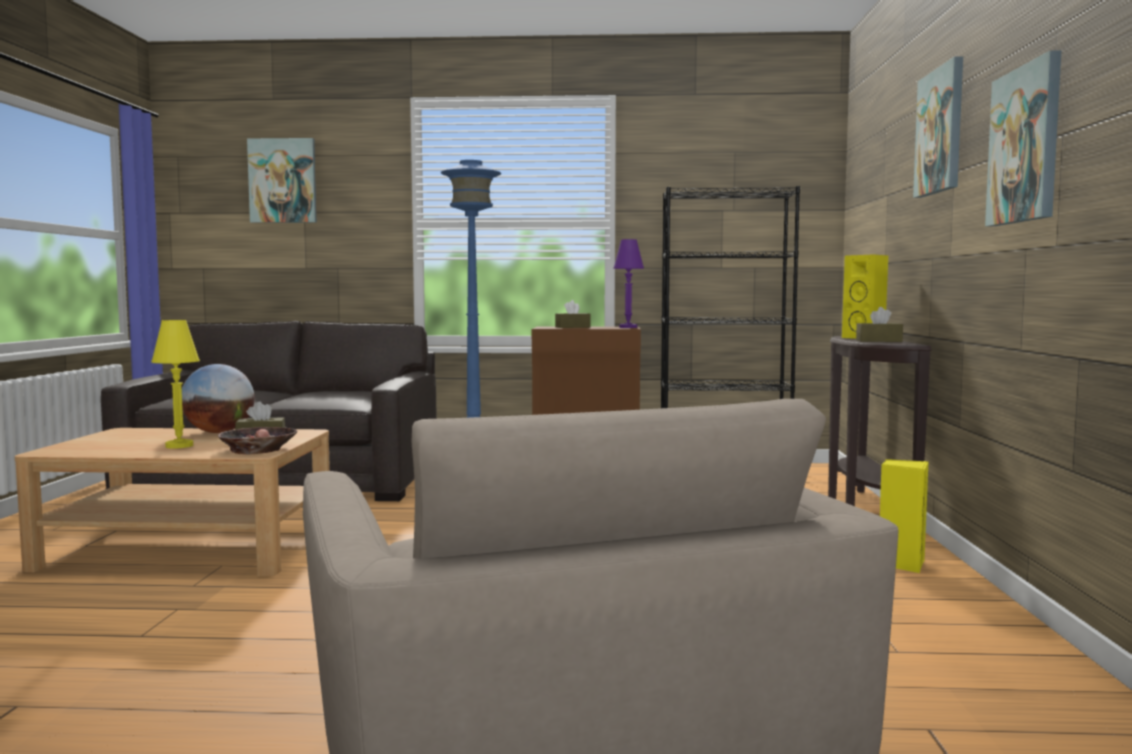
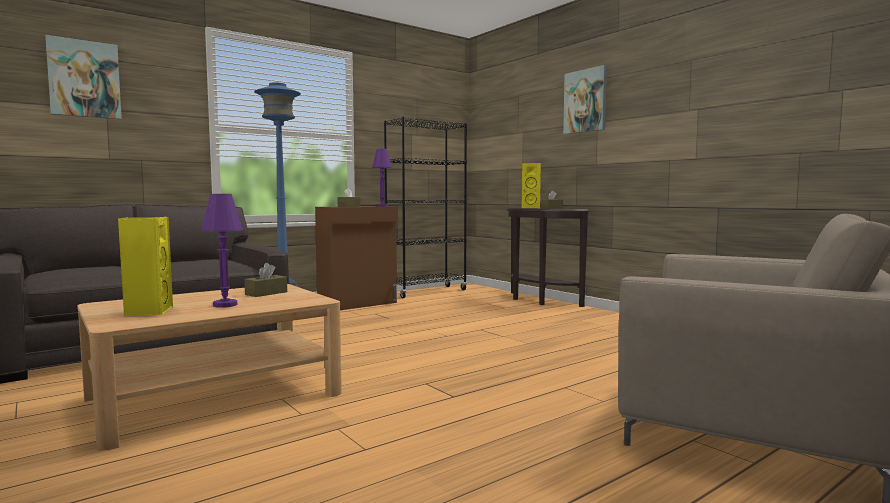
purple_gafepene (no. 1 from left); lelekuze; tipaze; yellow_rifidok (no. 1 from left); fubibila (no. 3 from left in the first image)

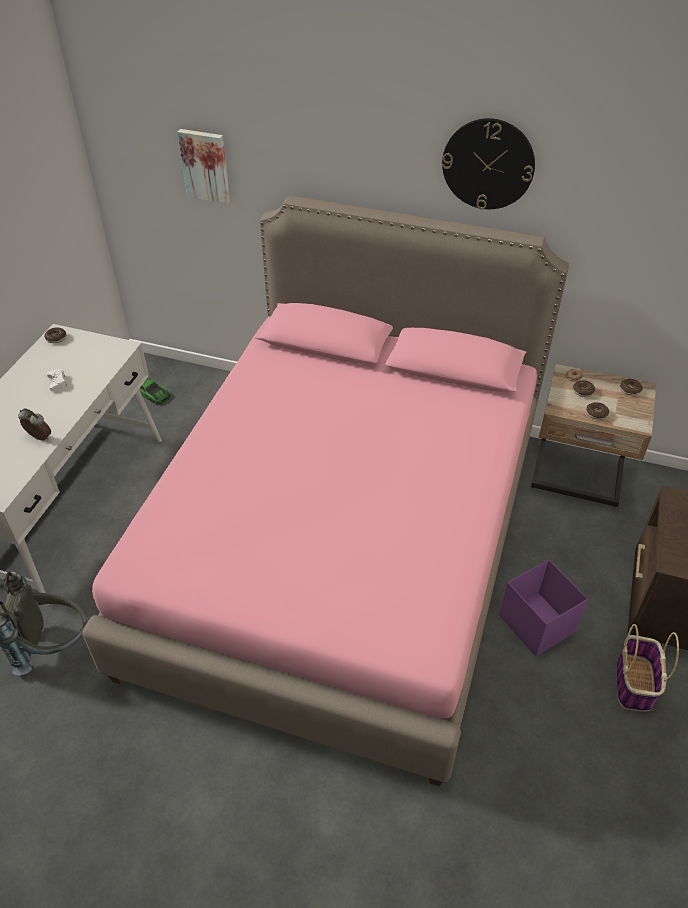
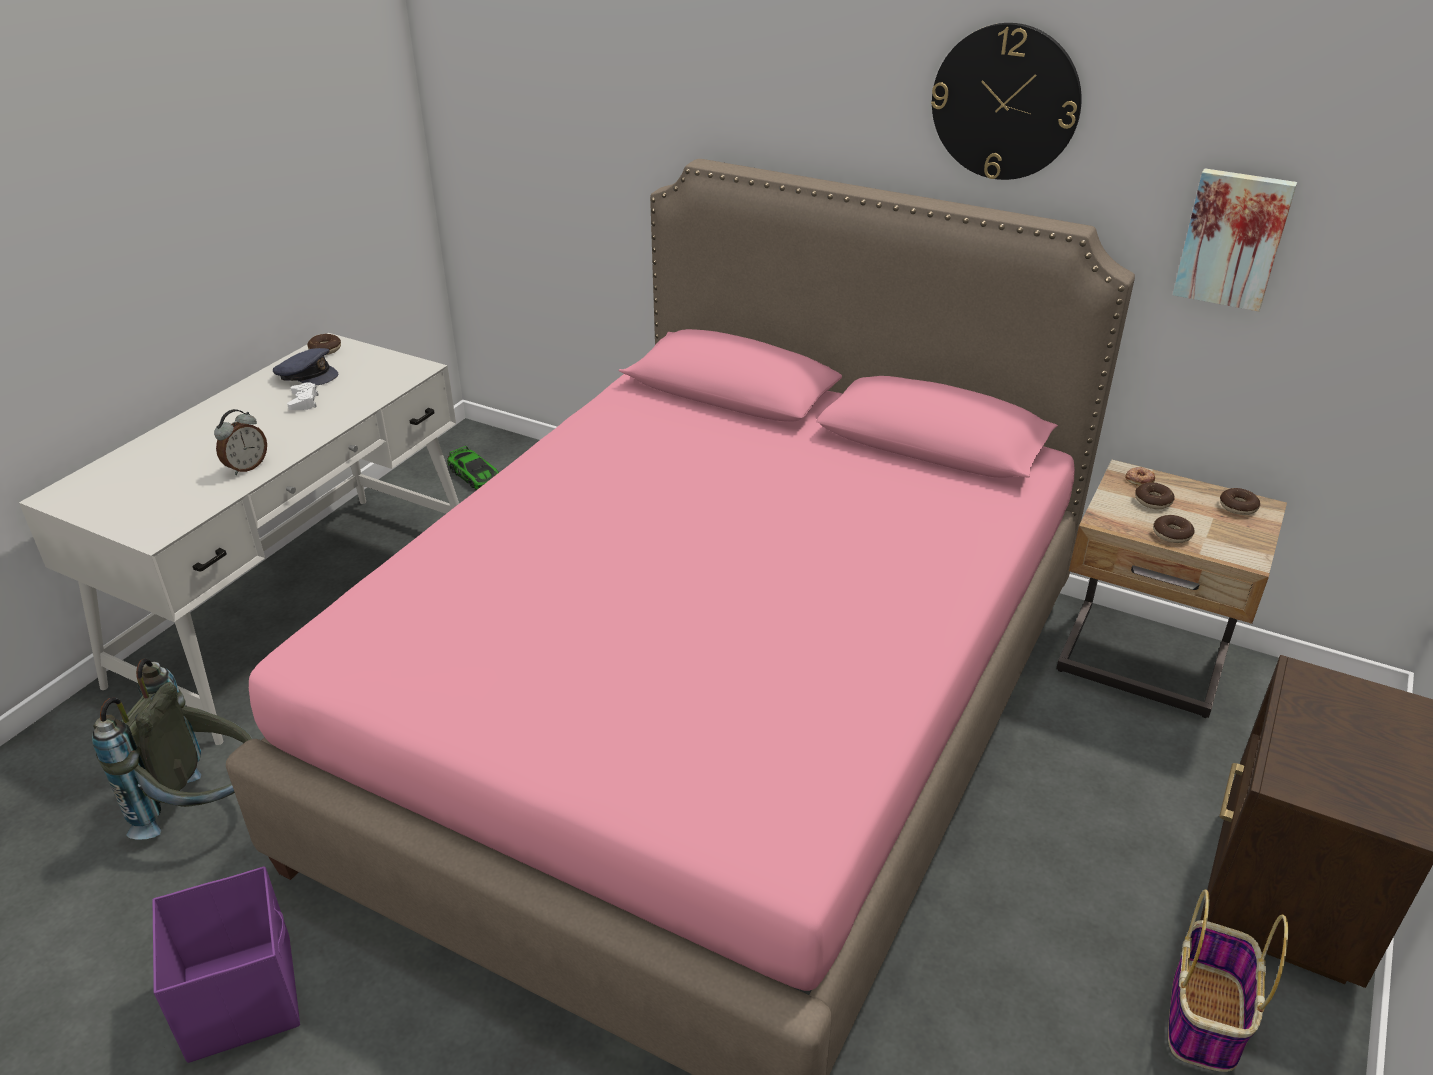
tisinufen; fubibila; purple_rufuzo; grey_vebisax

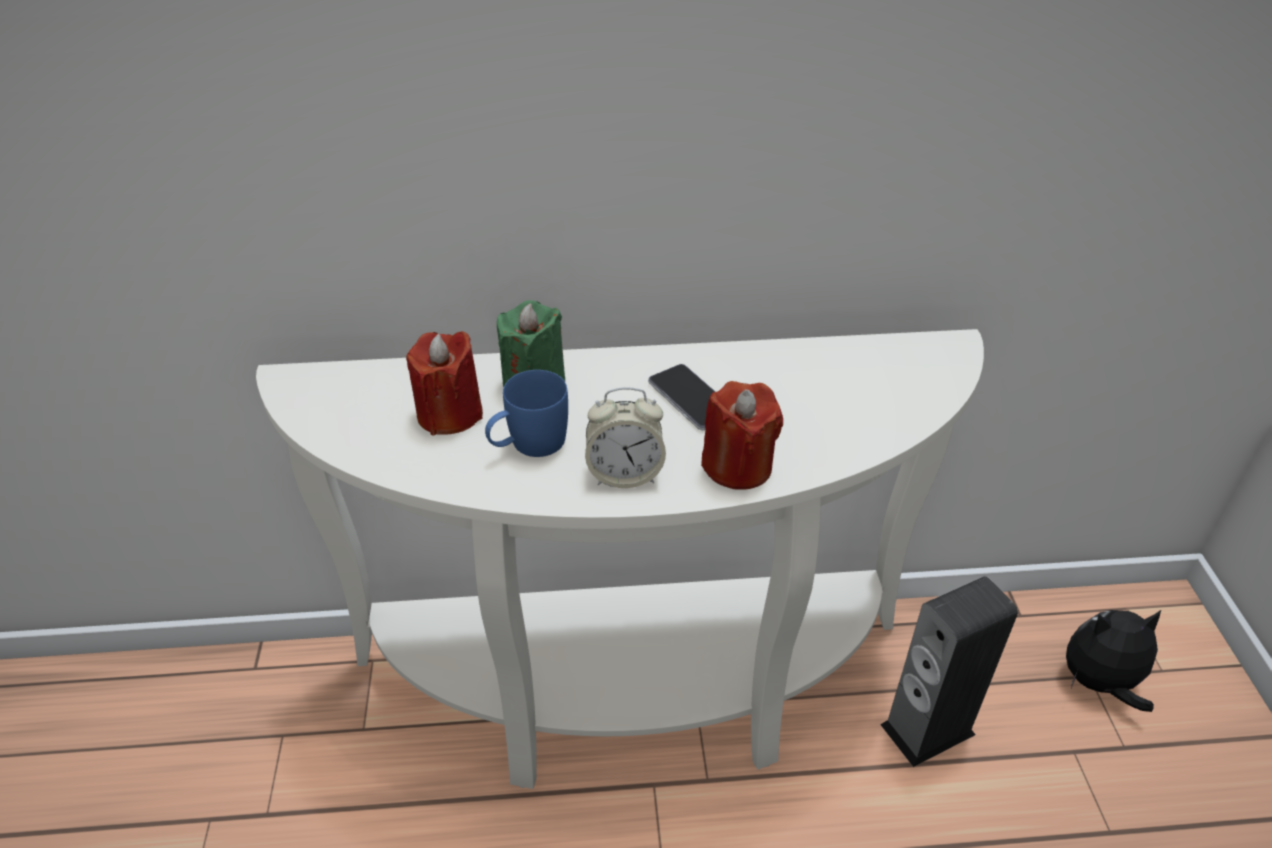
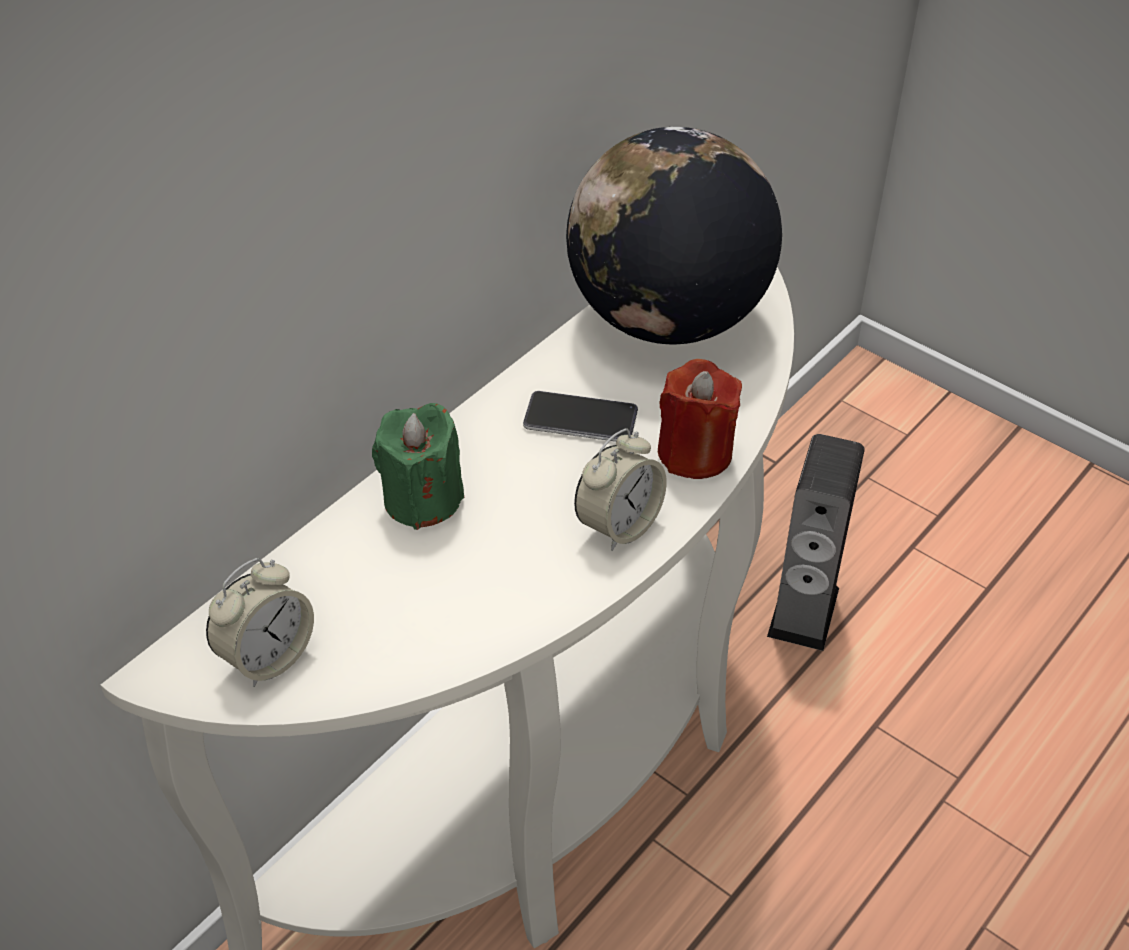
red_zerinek (no. 1 from left in the first image); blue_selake; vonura; tisinufen (no. 1 from left); lelekuze

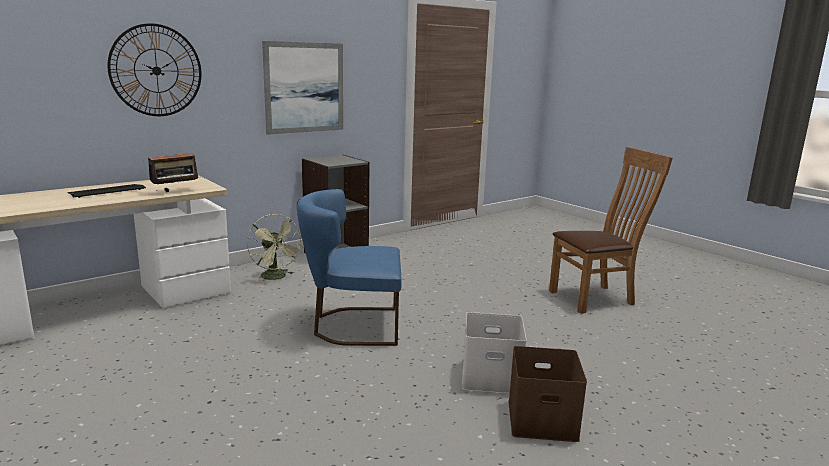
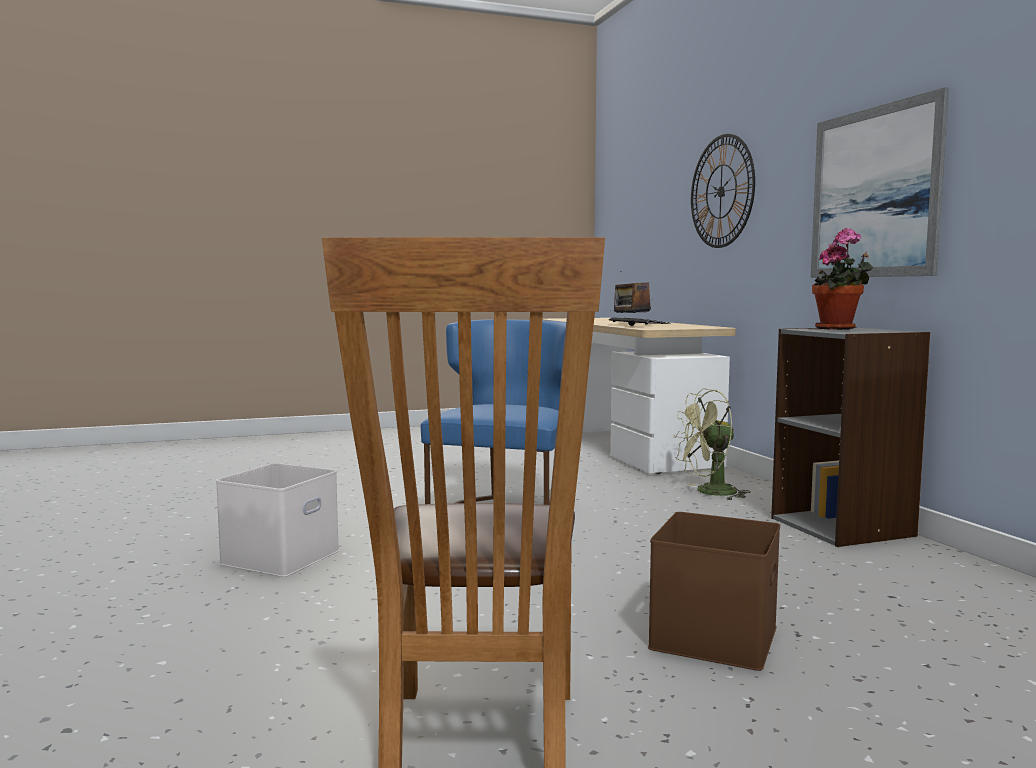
brown_rufuzo; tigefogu

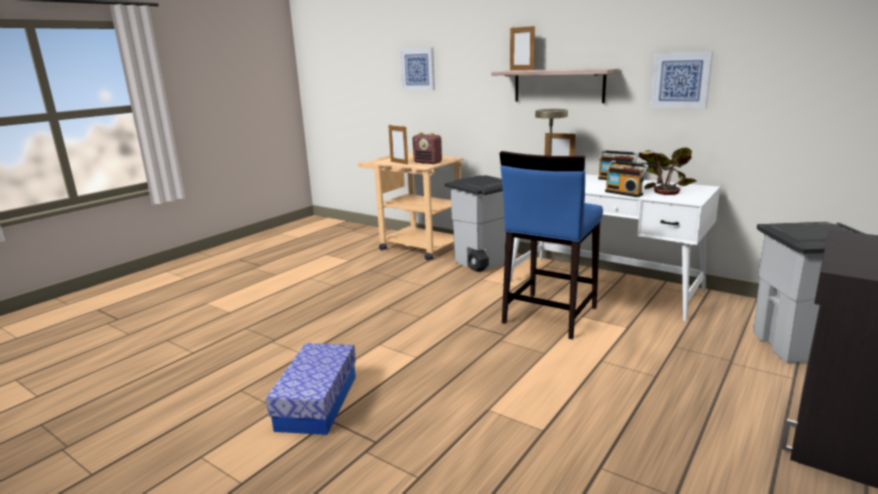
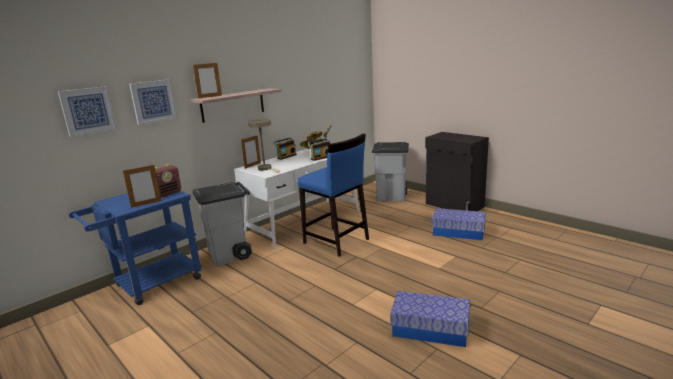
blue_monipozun; fubibila (no. 2 from left); rufuzo (no. 2 from left)

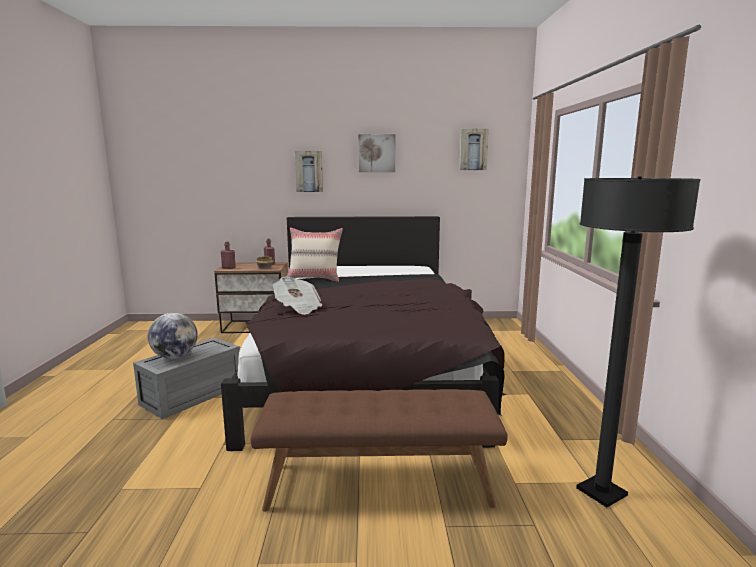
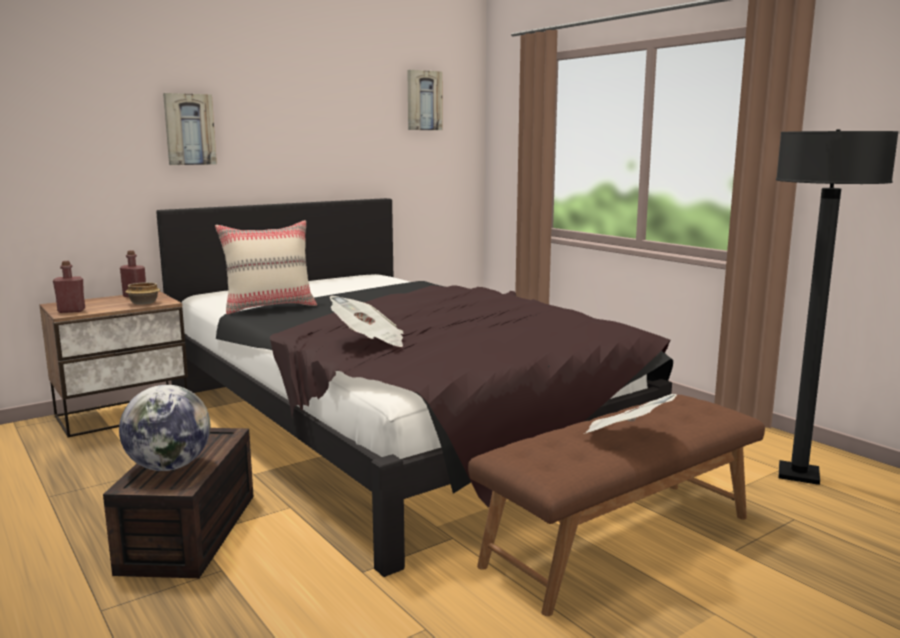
brown_rufuzo; fubibila (no. 2 from left in the first image); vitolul (no. 2 from left)

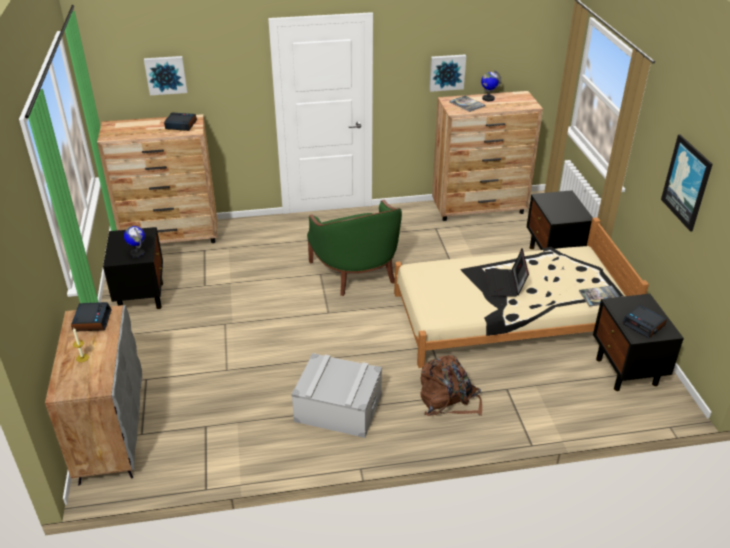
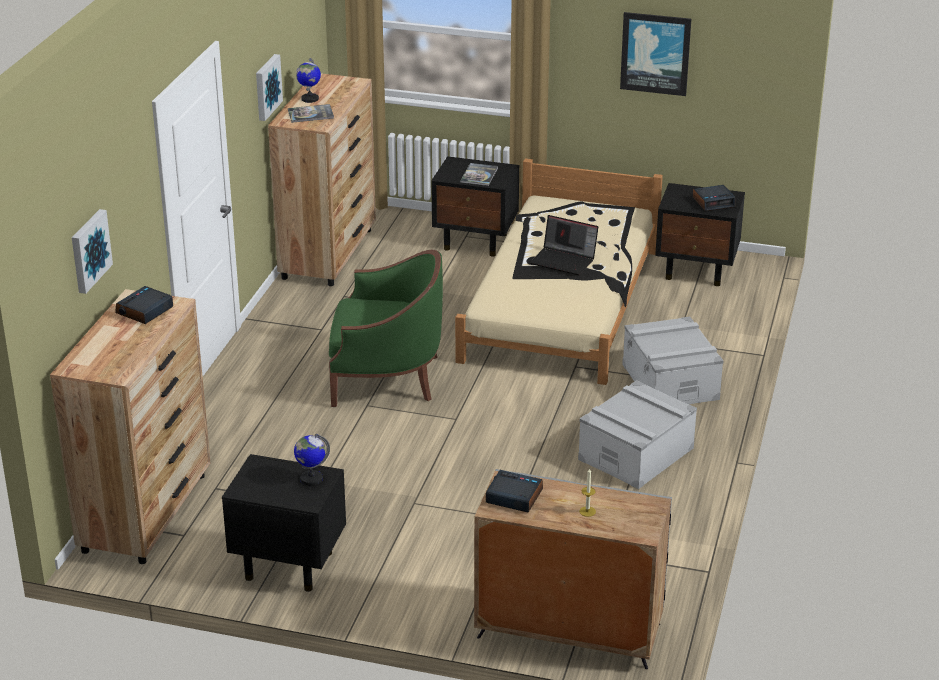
grey_rufuzo (no. 2 from left); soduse (no. 2 from left)

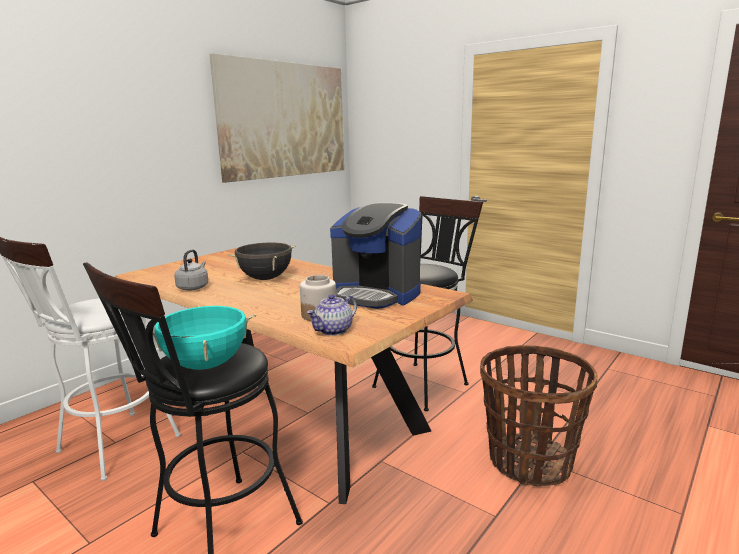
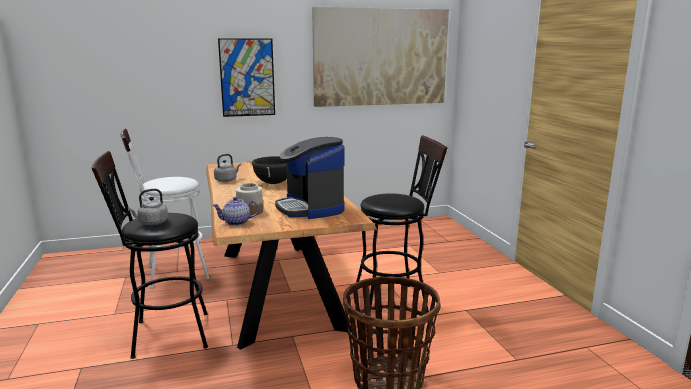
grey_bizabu (no. 1 from left); fubibila (no. 1 from left)

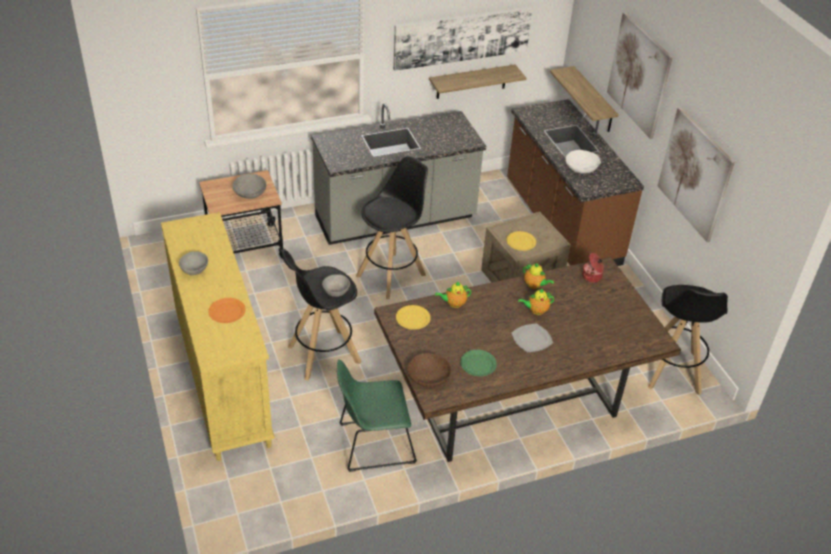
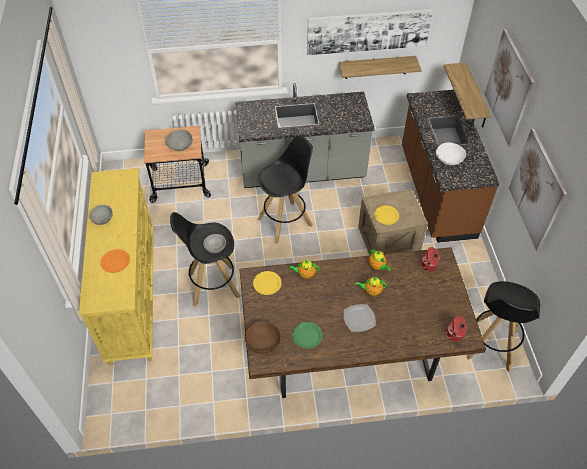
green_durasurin; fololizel (no. 2 from left)

